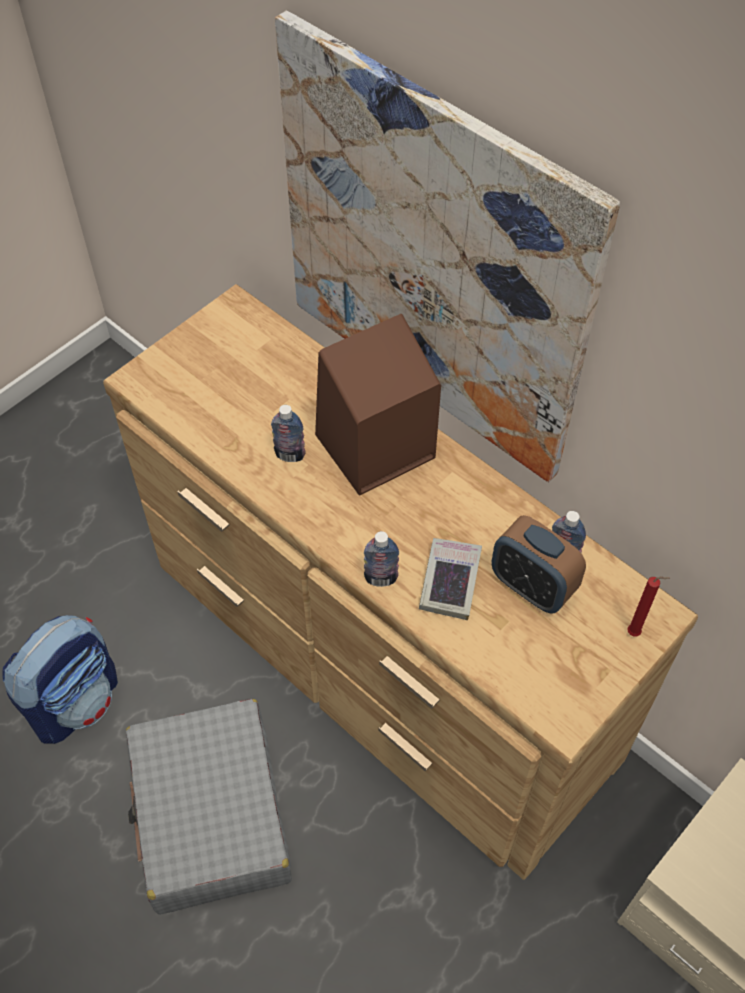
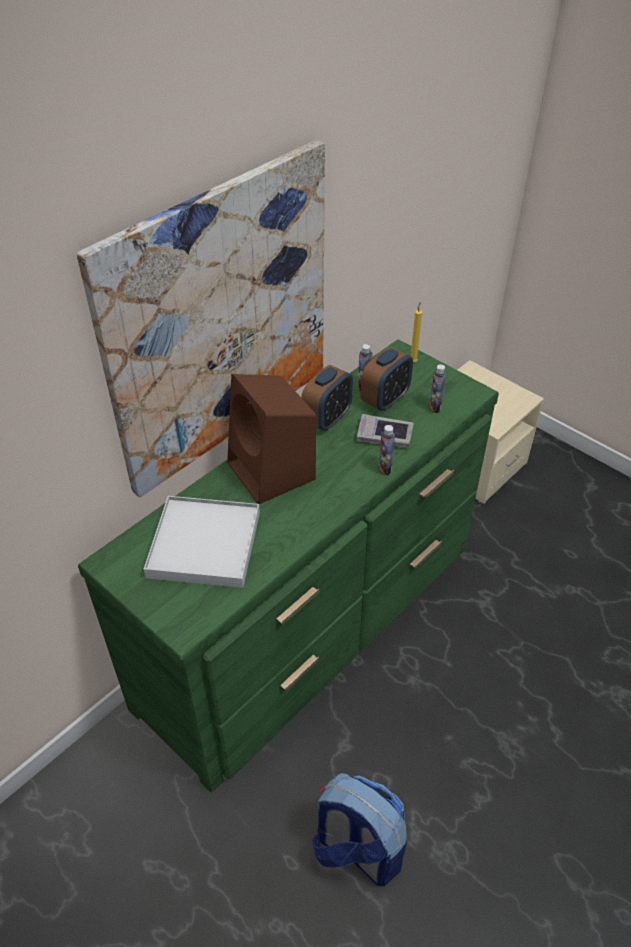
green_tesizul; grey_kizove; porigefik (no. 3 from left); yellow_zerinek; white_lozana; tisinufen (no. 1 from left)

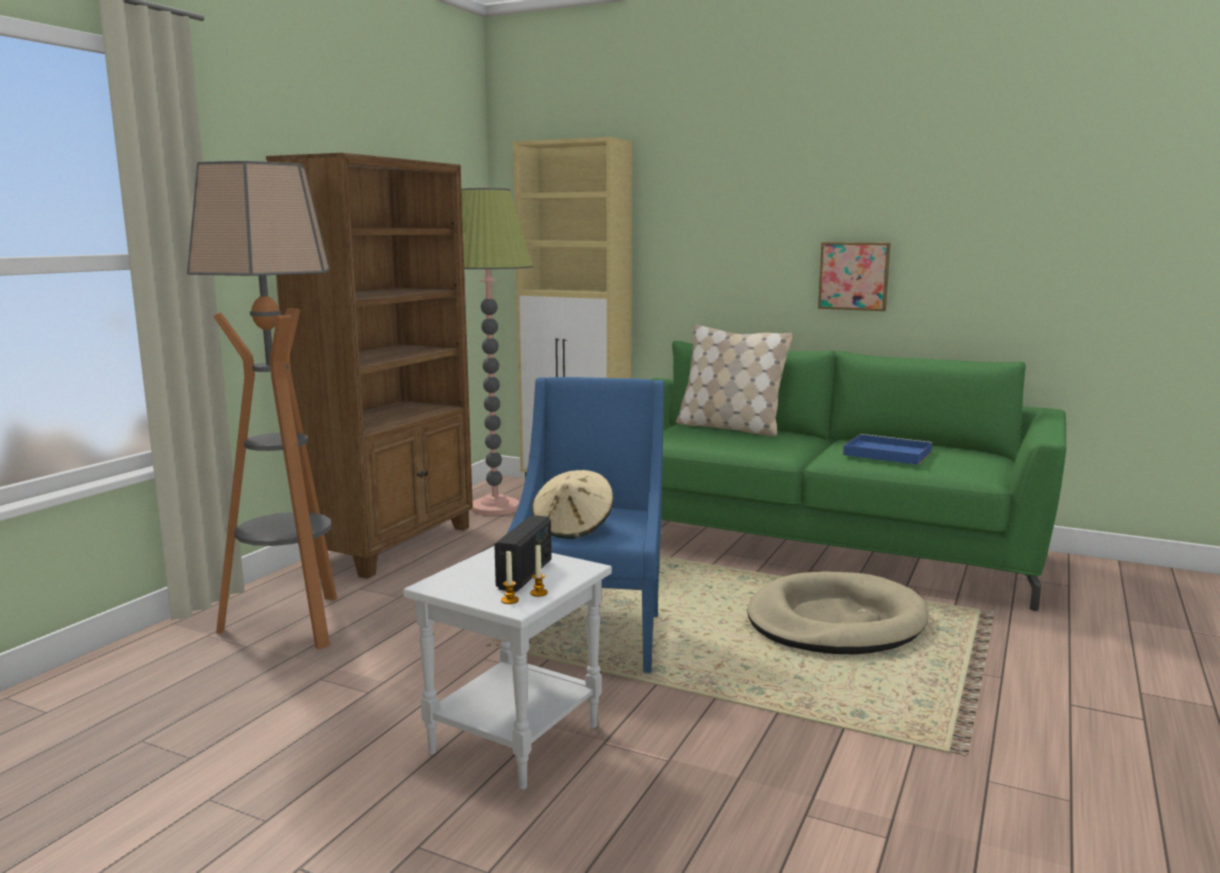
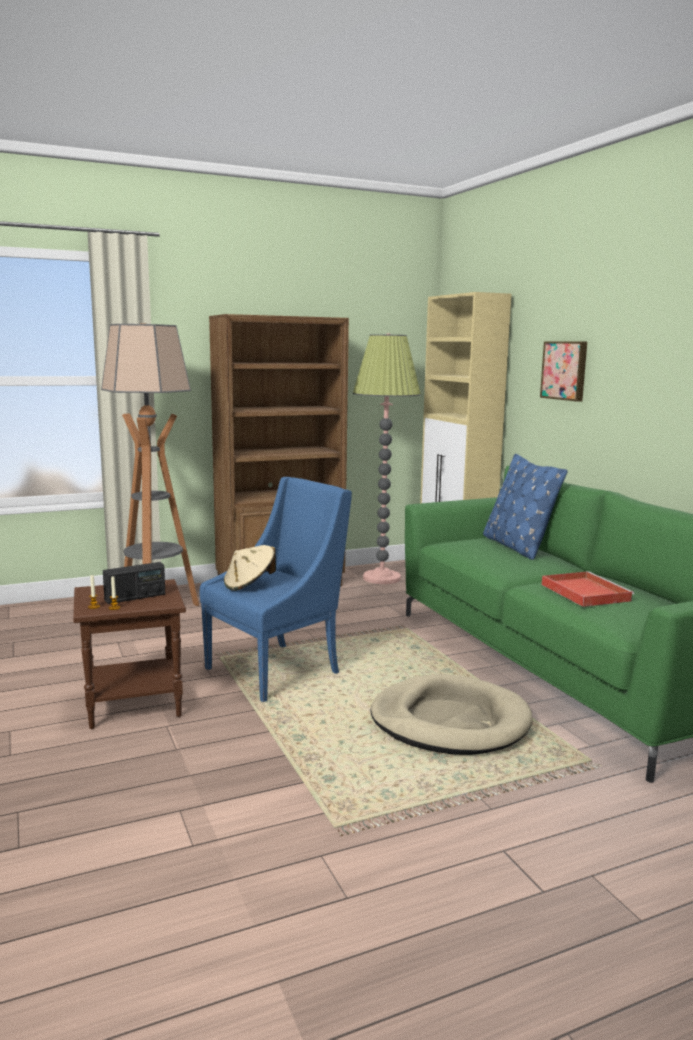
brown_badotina; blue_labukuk; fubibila; red_lozana

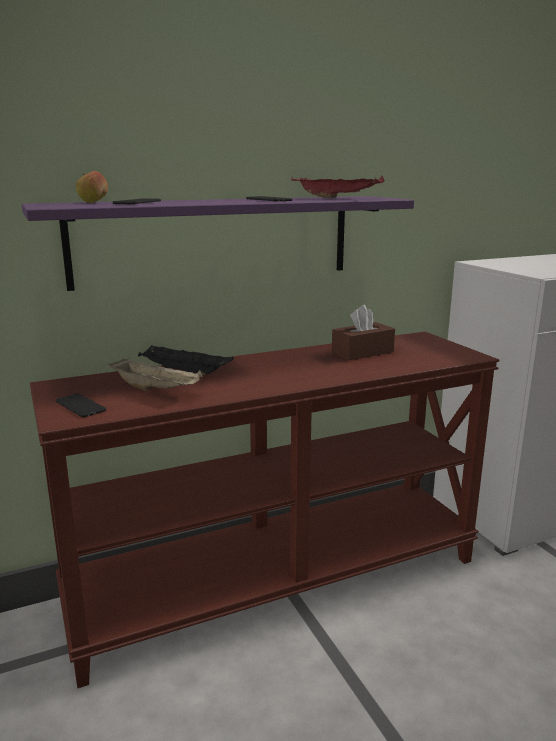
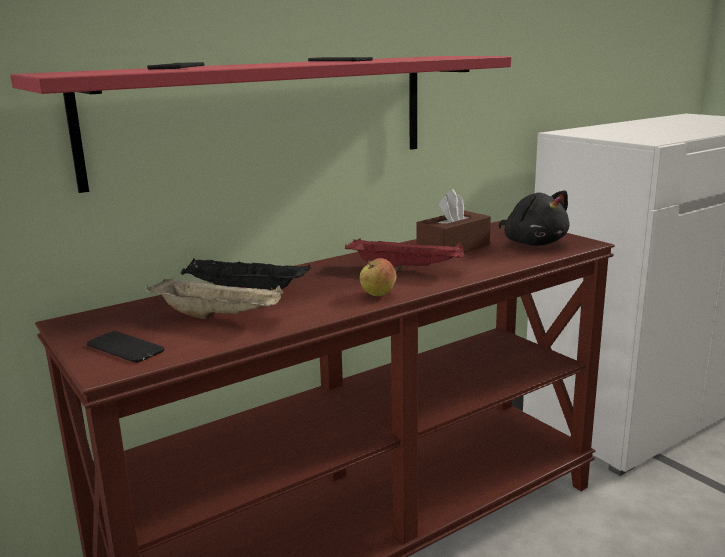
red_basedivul; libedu; red_lozana; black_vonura

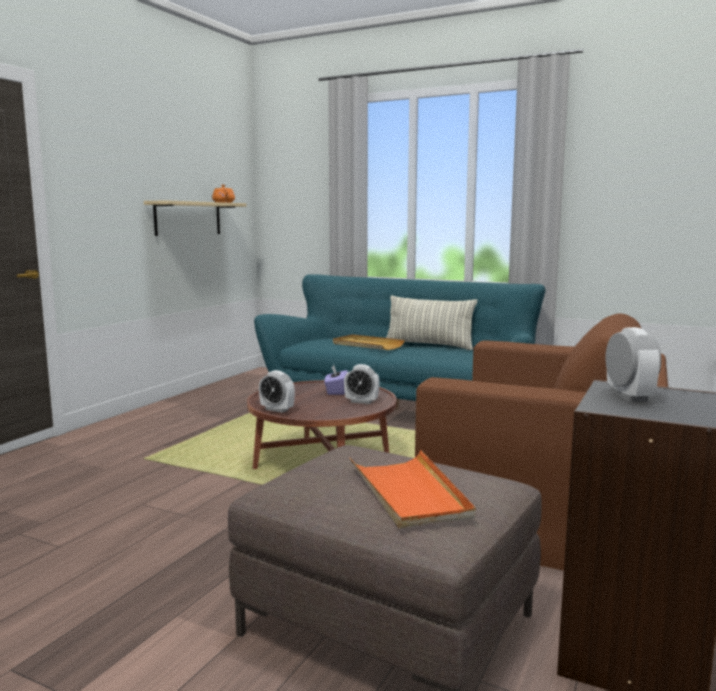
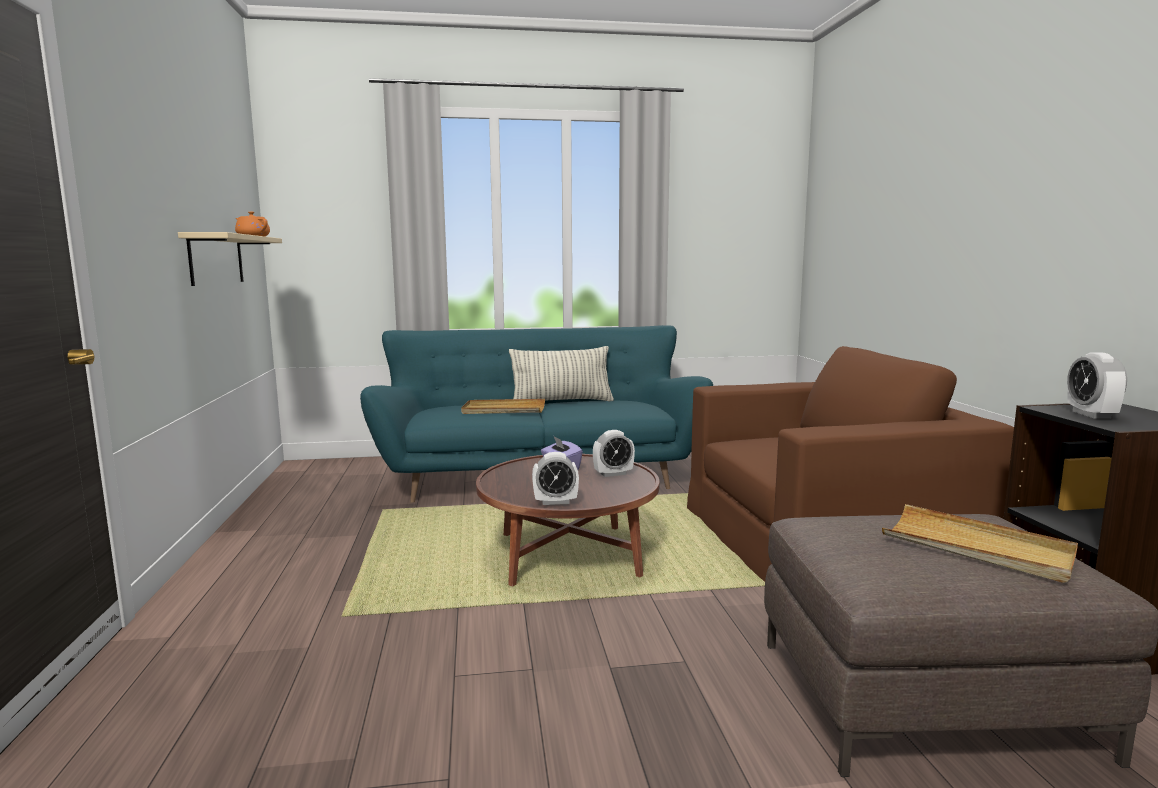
beige_lozana (no. 2 from left); tisinufen (no. 3 from left)

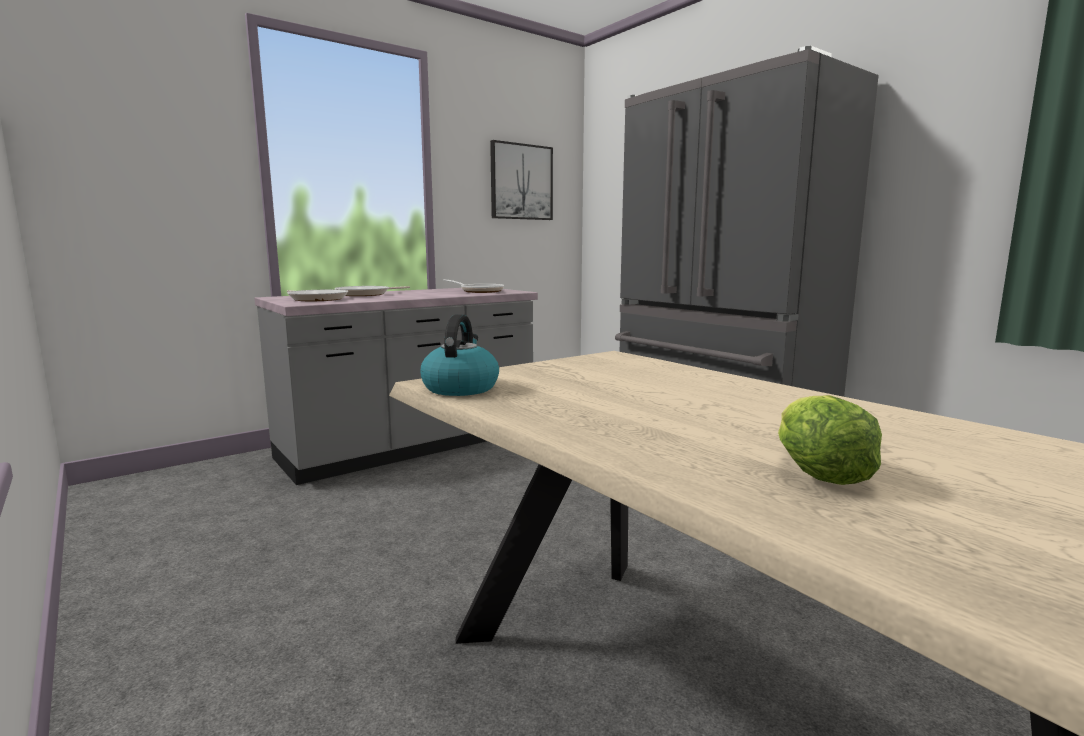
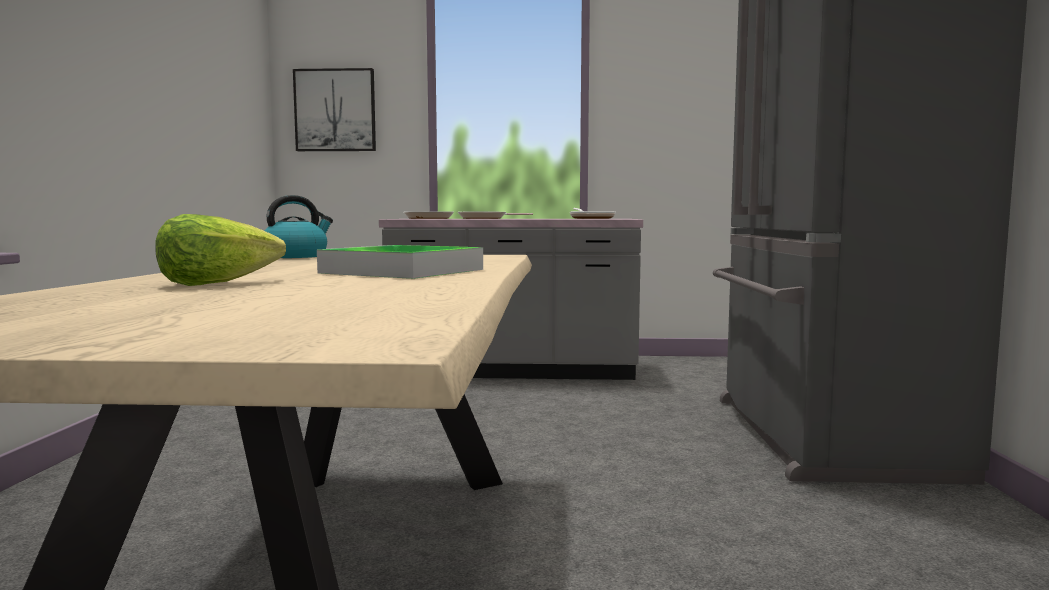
fubibila; lozana

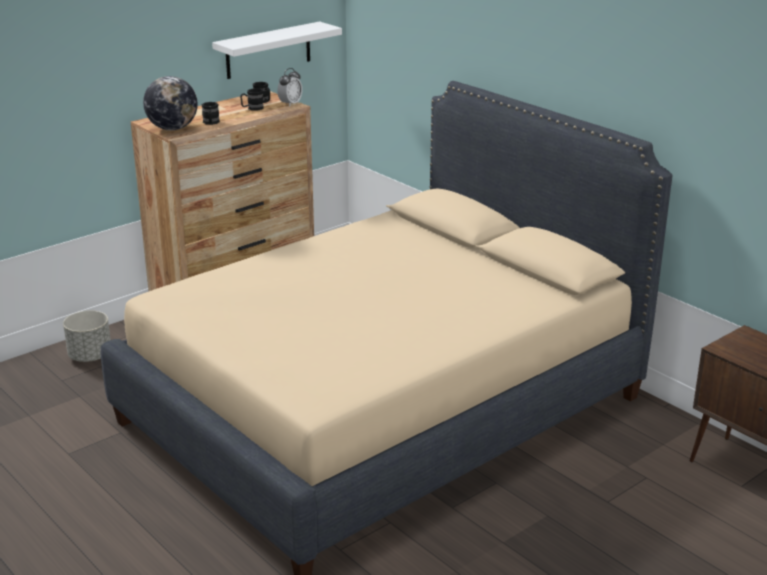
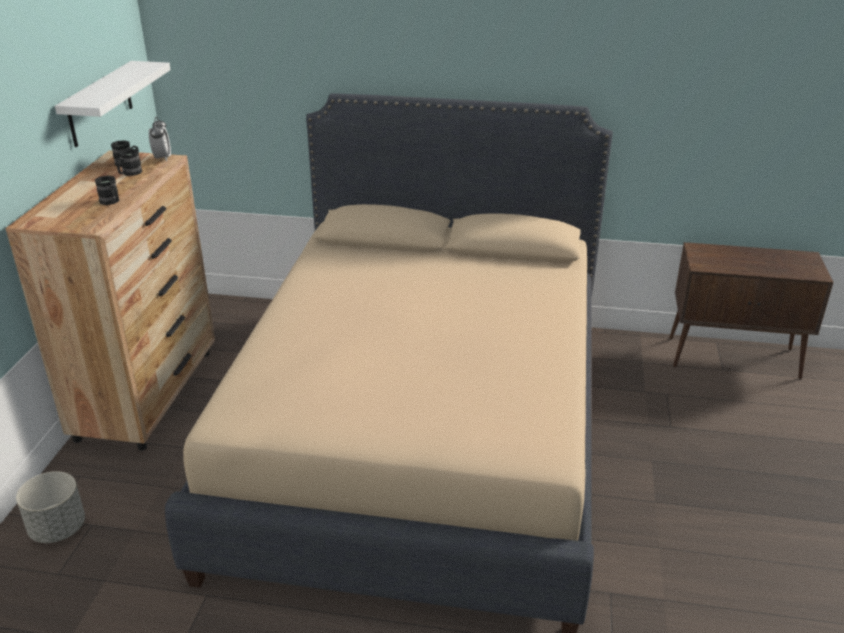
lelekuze

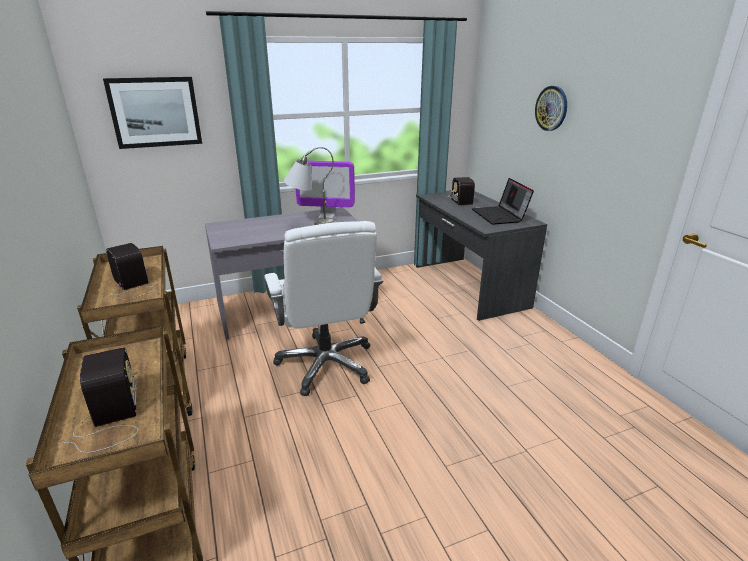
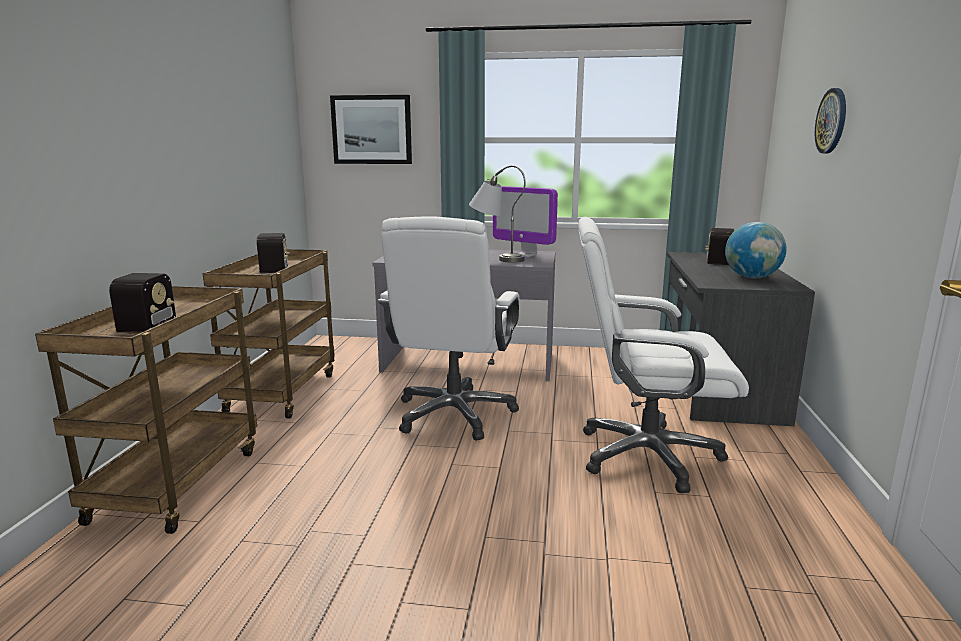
lelekuze; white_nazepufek (no. 2 from left)

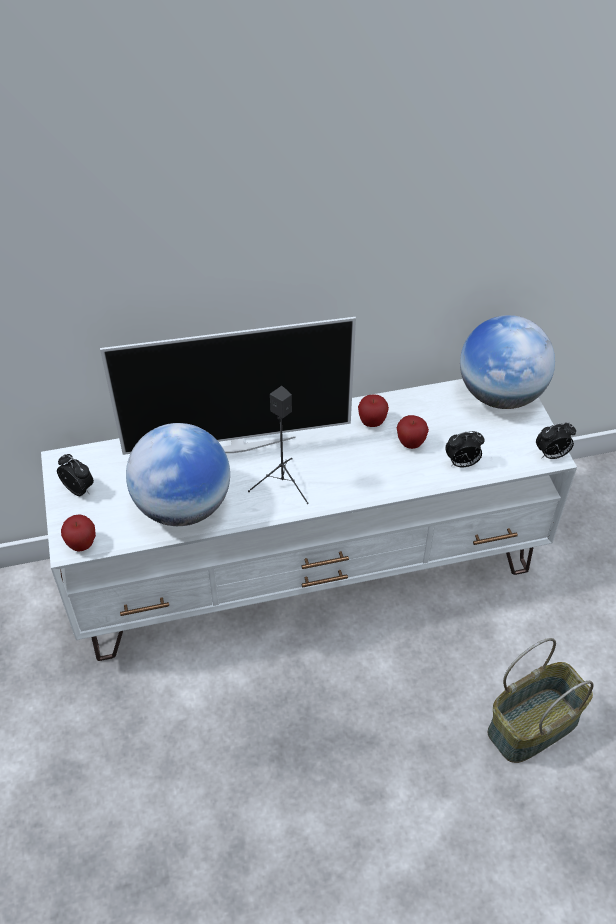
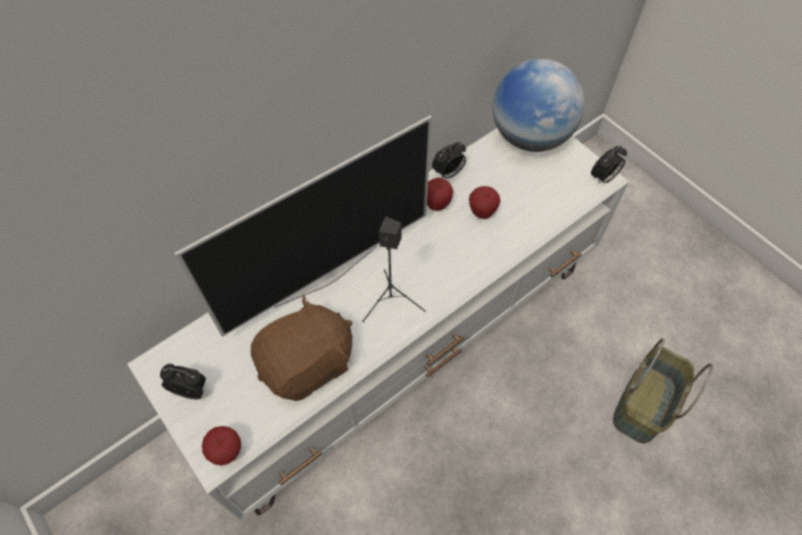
brown_vonura; tisinufen (no. 2 from left)

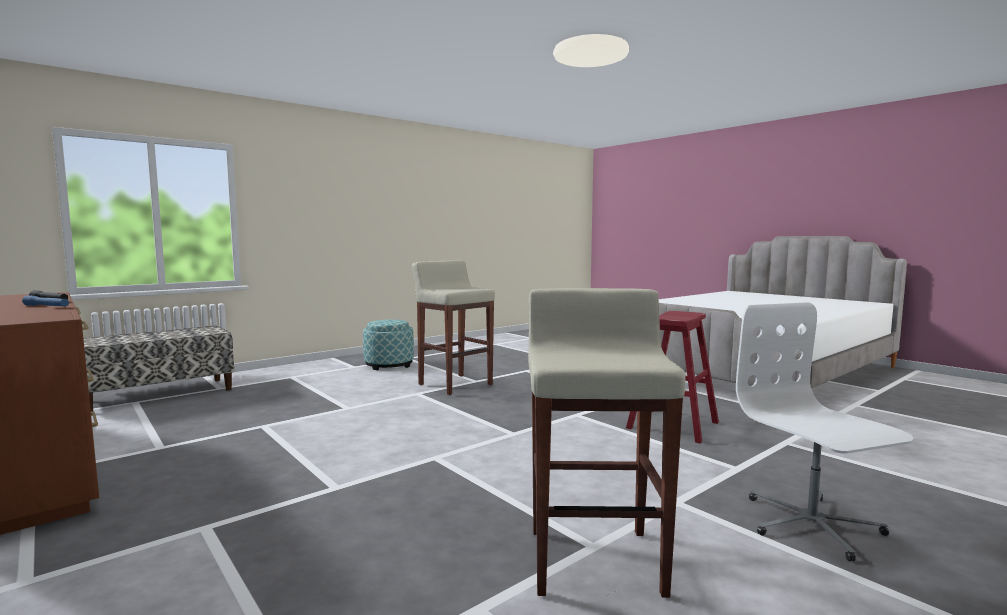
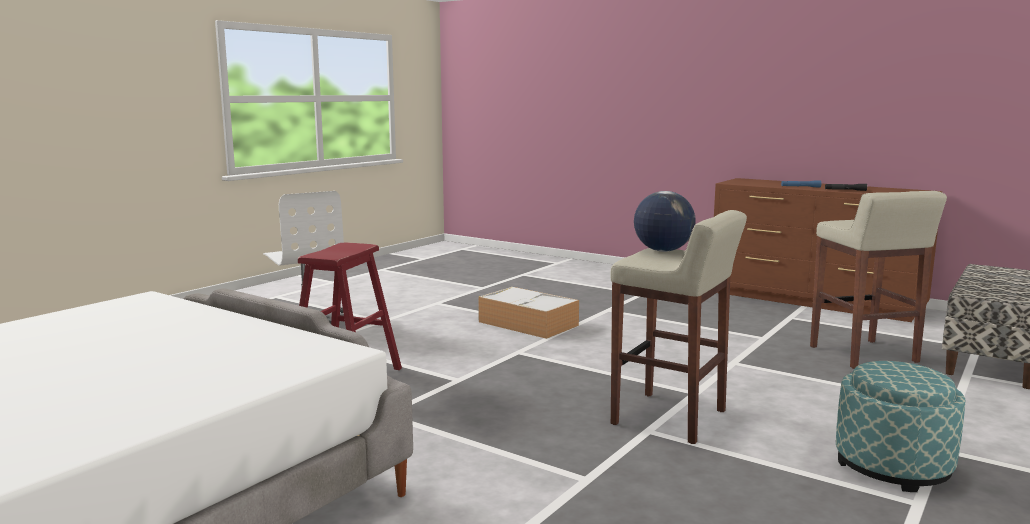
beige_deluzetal (no. 2 from left); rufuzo; lelekuze

